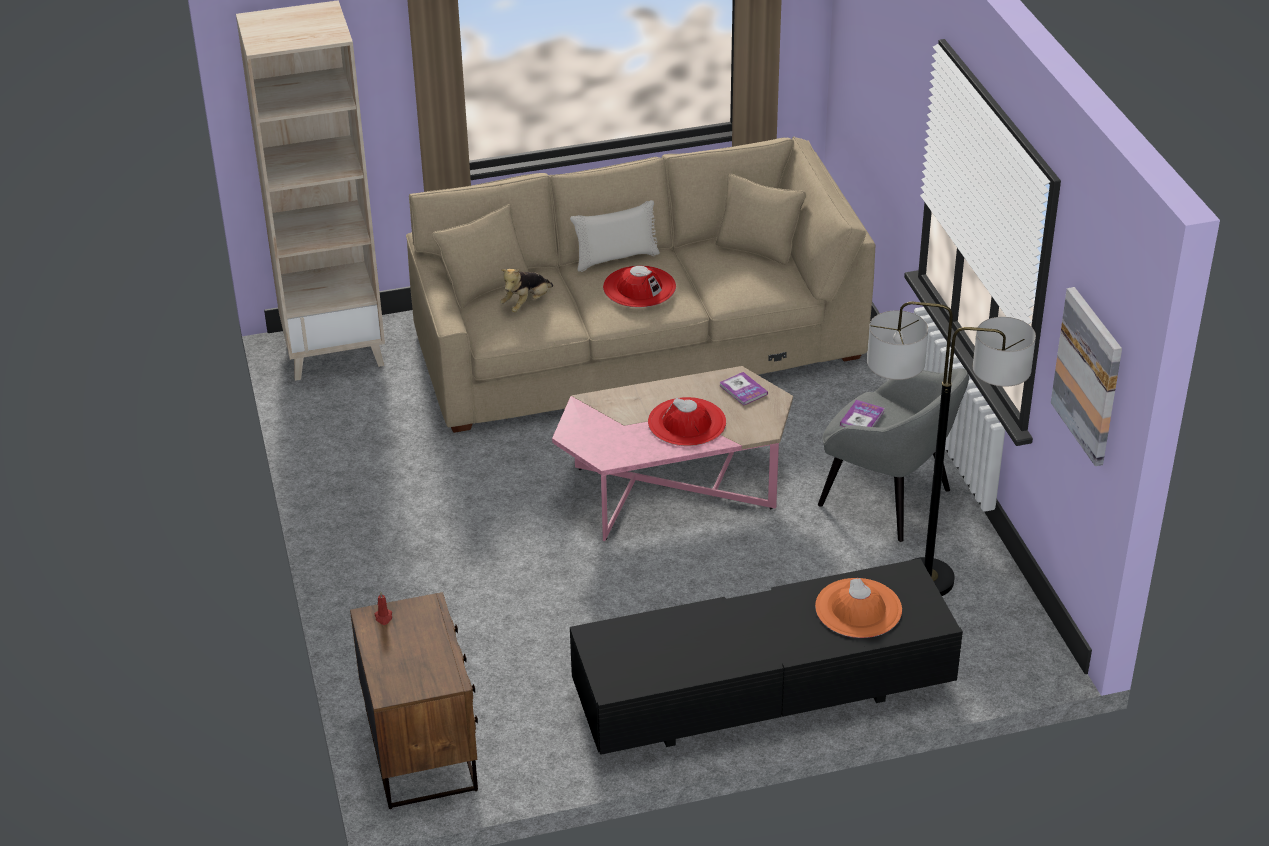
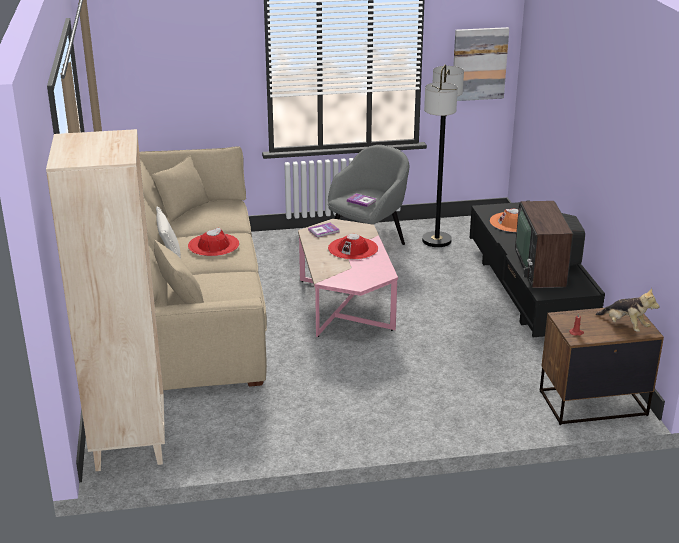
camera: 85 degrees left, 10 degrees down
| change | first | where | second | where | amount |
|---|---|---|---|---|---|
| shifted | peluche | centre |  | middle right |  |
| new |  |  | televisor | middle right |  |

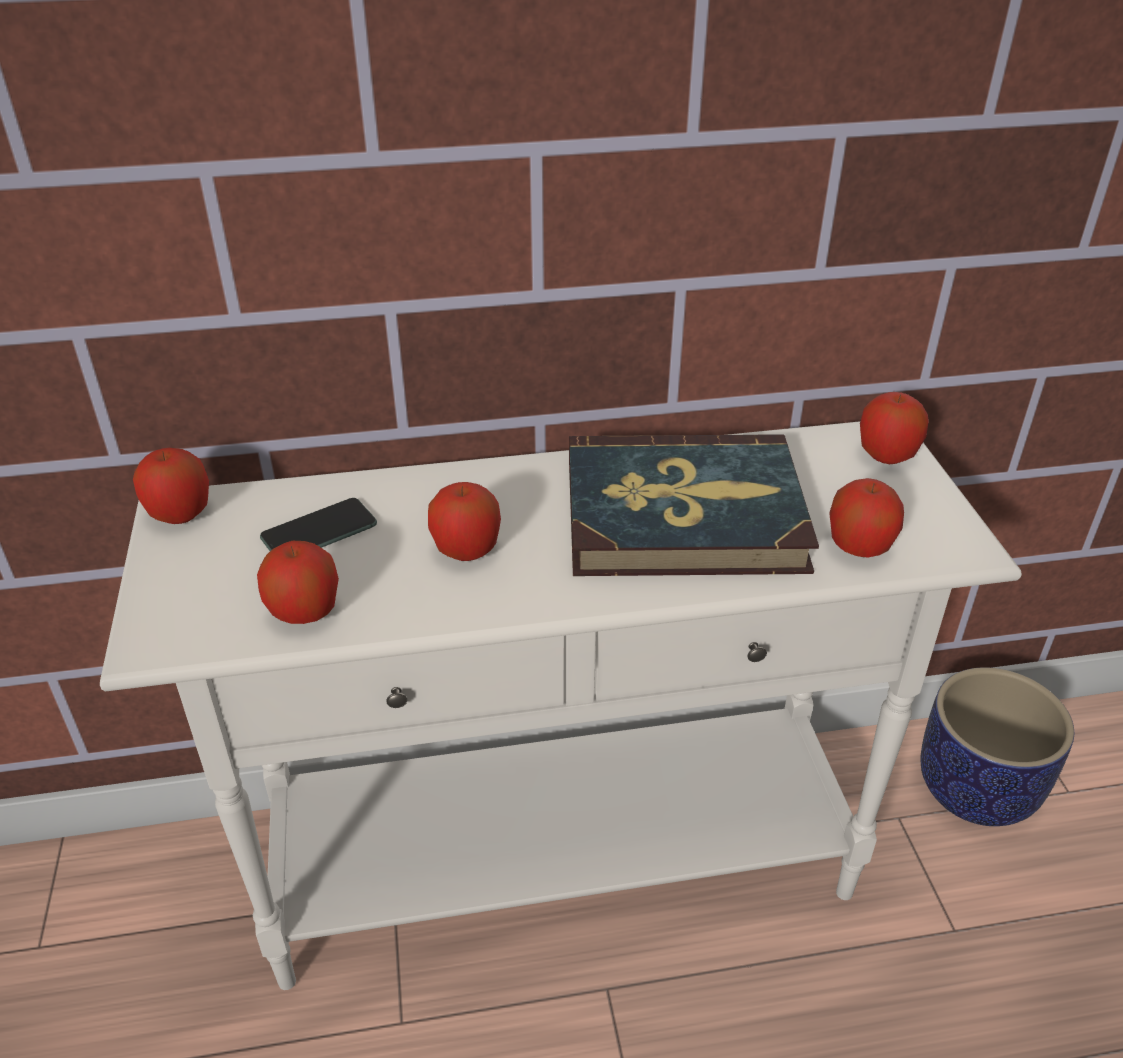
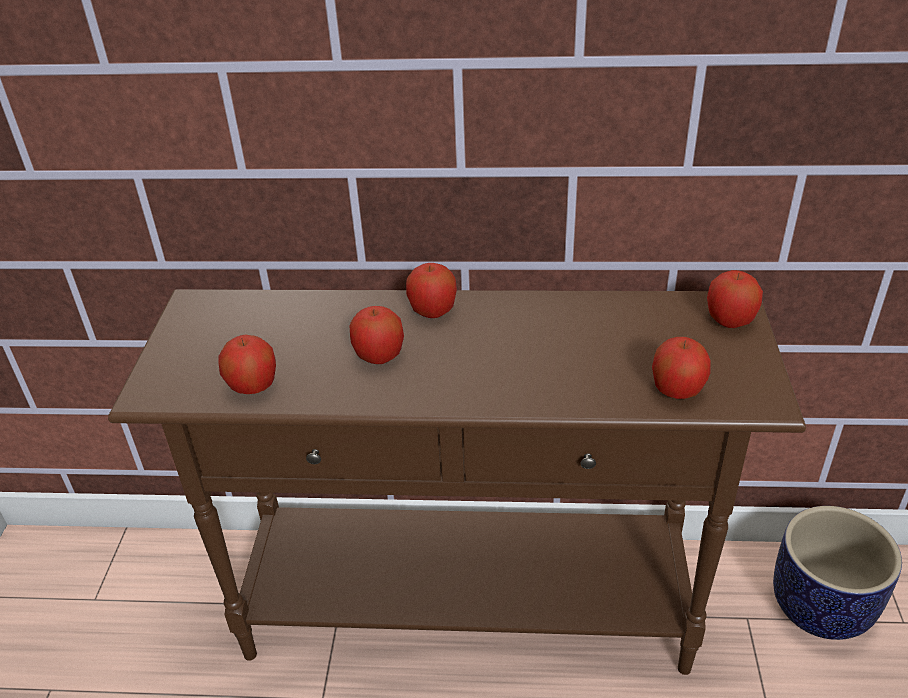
camera: 15 degrees right, 0 degrees up
| change | first | where | second | where | amount |
|---|---|---|---|---|---|
| repainted | mesa consola [blanco] | centre | mesa consola [marrón] | bottom centre |  |
| shifted | manzana (no. 1 from left in the first image) | middle left | manzana (no. 3 from left) | centre |  |
| gone | móvil | middle left |  |  |  |
| gone | libro | centre |  |  |  |

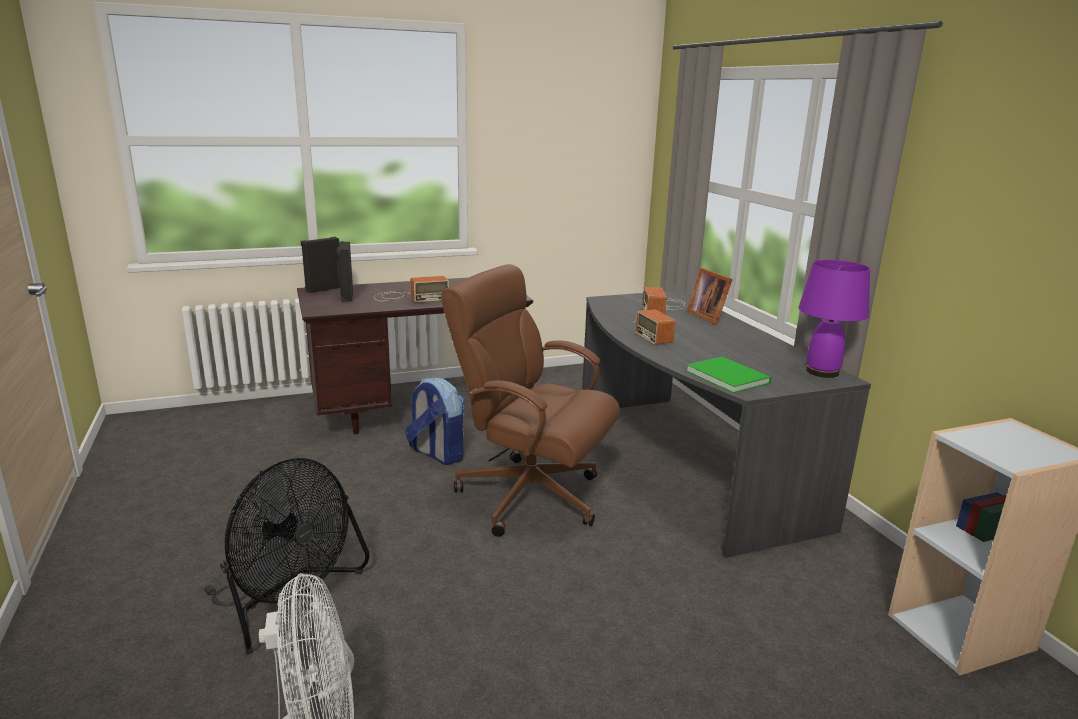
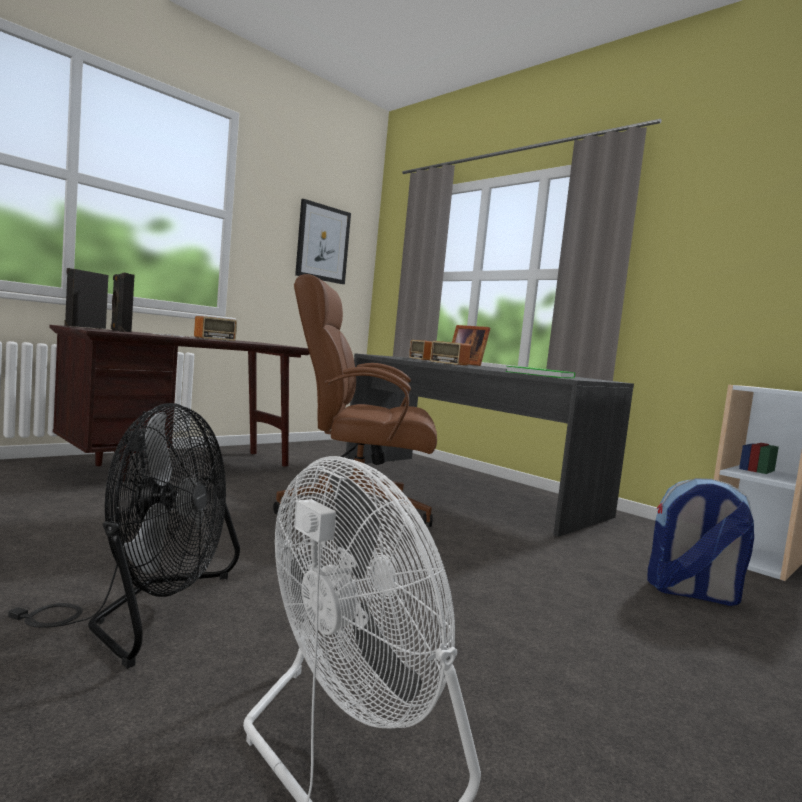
camera: 25 degrees left, 15 degrees down
| change | first | where | second | where | amount |
|---|---|---|---|---|---|
| shifted | mochila | centre |  | bottom right |  |
| gone | lámpara de mesa [morado] | middle right |  |  |  |
| new |  |  | cuadro | top centre |  |

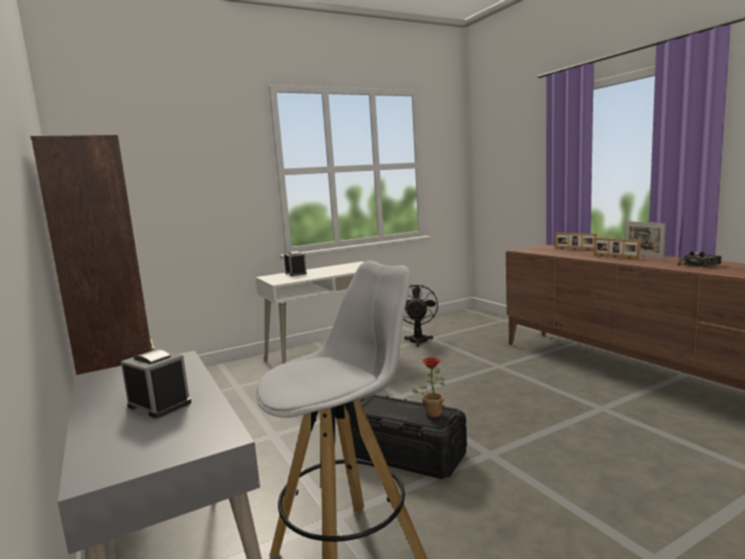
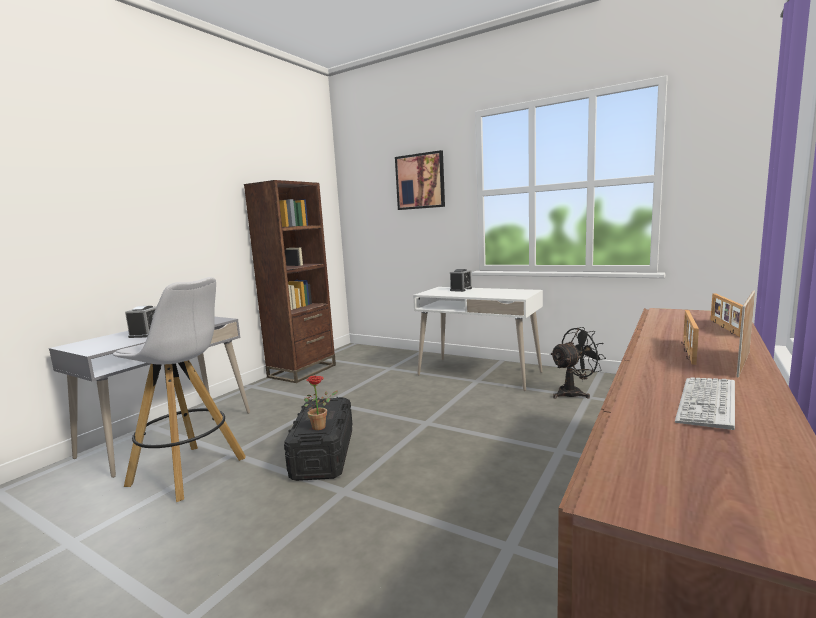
camera: 60 degrees right, 0 degrees up
| change | first | where | second | where | amount |
|---|---|---|---|---|---|
| swapped | radio | middle right | teclado | middle right |  |
| new |  |  | cuadro | top centre |  |

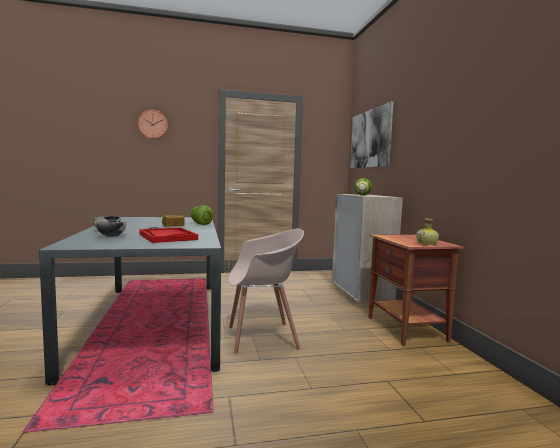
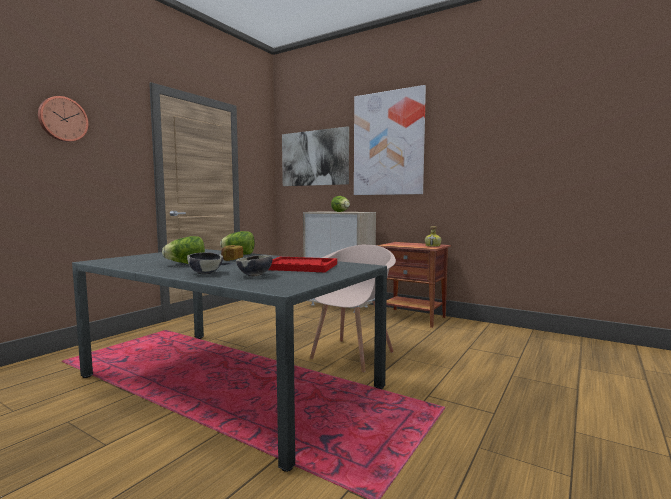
camera: 45 degrees left, 0 degrees up
| change | first | where | second | where | amount |
|---|---|---|---|---|---|
| new |  |  | lechuga (no. 1 from left) | middle left |  |
| new |  |  | cuadro (no. 2 from left) | top centre |  |

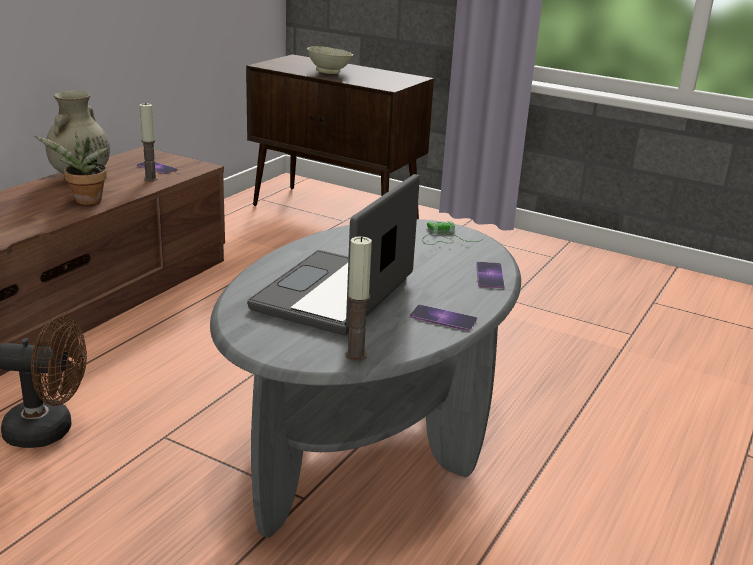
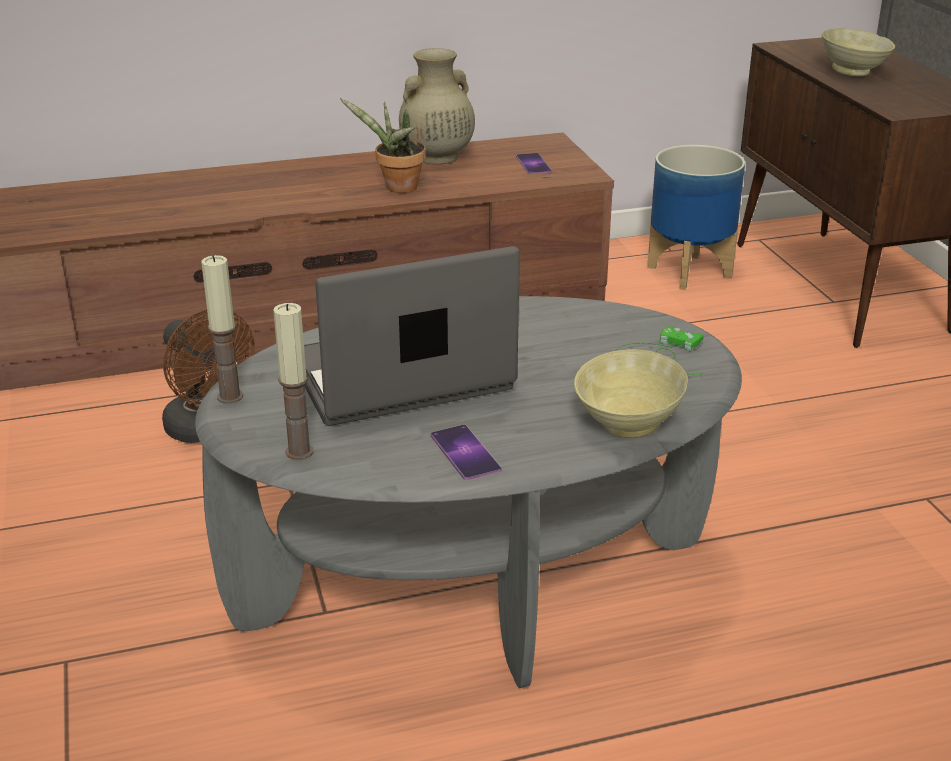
camera: 45 degrees right, 5 degrees up
| change | first | where | second | where | amount |
|---|---|---|---|---|---|
| shifted | vela (no. 1 from left) | top left |  | middle left |  |
| swapped | móvil (no. 3 from left) | centre | cuenco [beis] (no. 1 from left) | centre |  |
| new |  |  | maceta | top right |  |

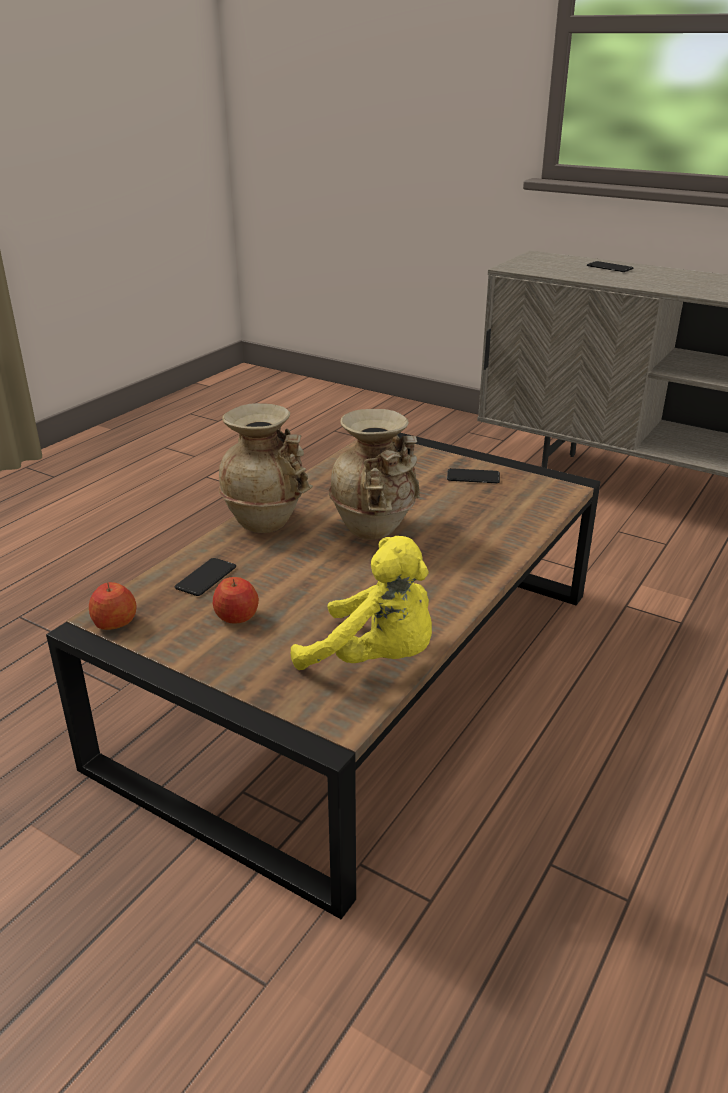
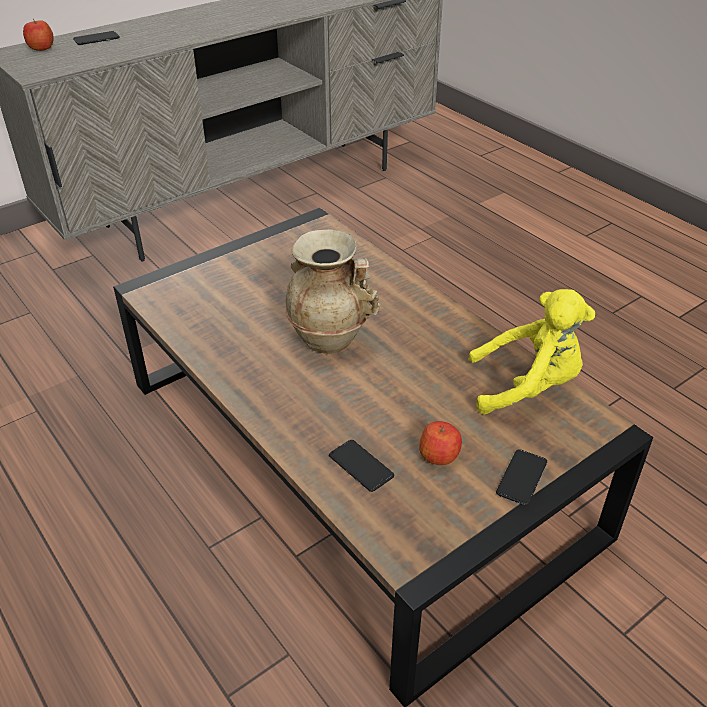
camera: 70 degrees left, 10 degrees up
| change | first | where | second | where | amount |
|---|---|---|---|---|---|
| shifted | manzana (no. 1 from left) | middle left |  | top left |  |
| gone | florero [beis] (no. 1 from left) | centre |  |  |  |
| rotated | peluche [amarillo] | centre |  | middle right | 45 degrees clockwise |
| shifted | móvil (no. 2 from left in the first image) | centre | móvil (no. 3 from left) | bottom right |  |

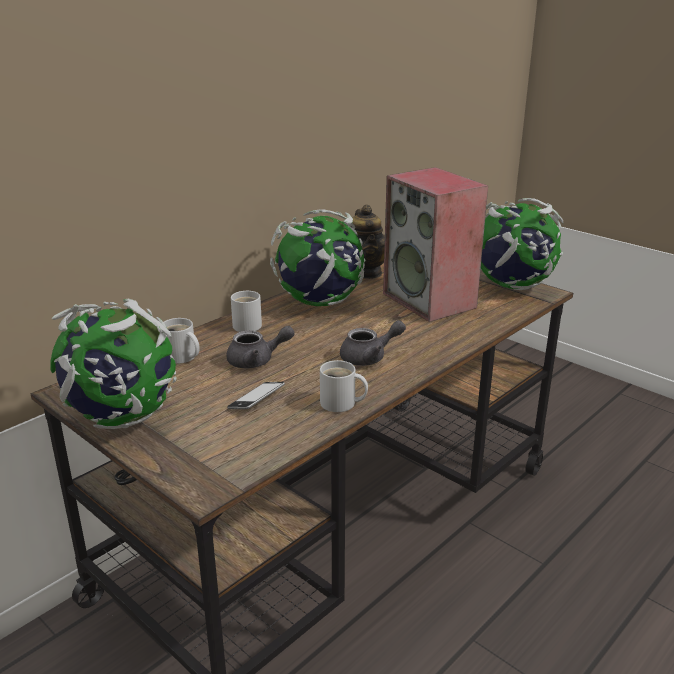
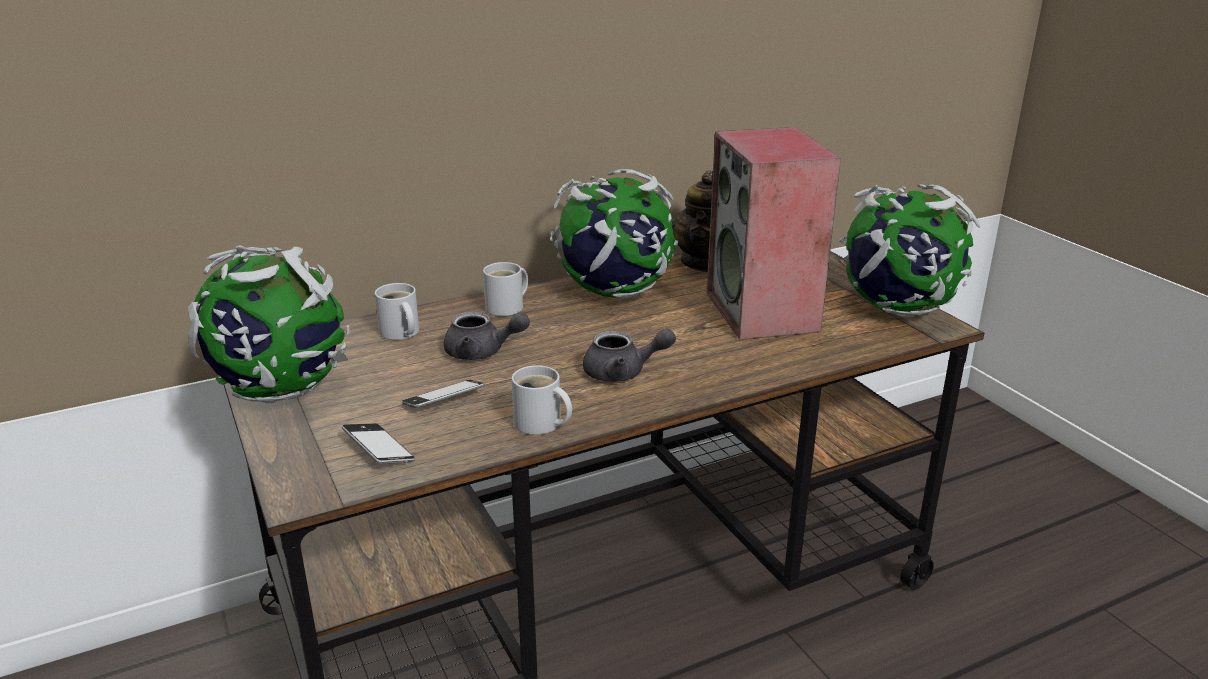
camera: 20 degrees right, 0 degrees up
| change | first | where | second | where | amount |
|---|---|---|---|---|---|
| new |  |  | móvil (no. 1 from left) | middle left |  |

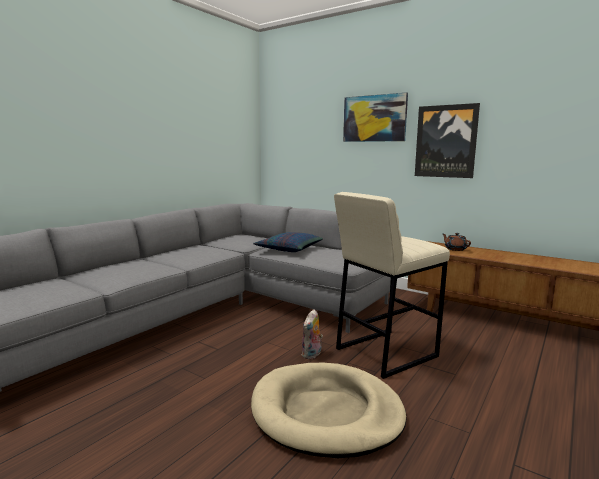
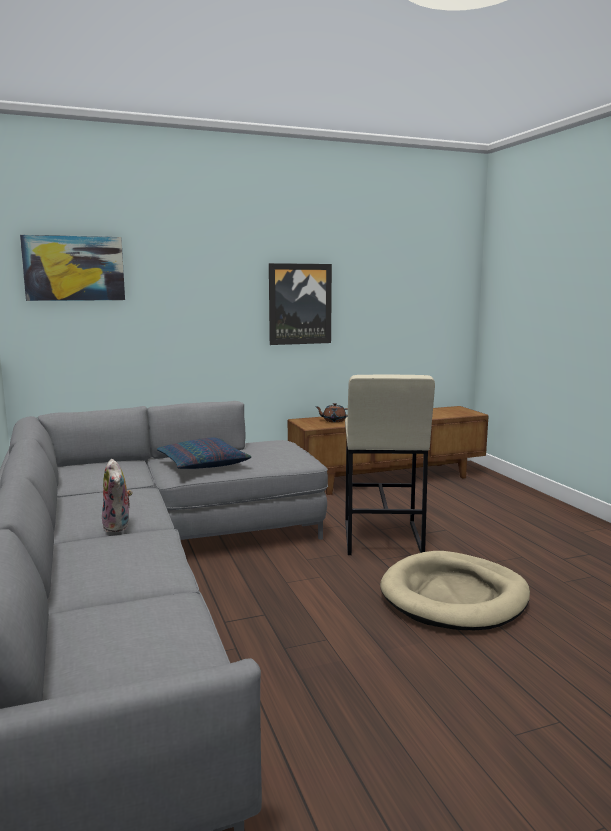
camera: 55 degrees left, 0 degrees up
| change | first | where | second | where | amount |
|---|---|---|---|---|---|
| shifted | peluche | bottom centre |  | middle left |  |
| shifted | cuadro (no. 1 from left) | top centre |  | top left |  |

